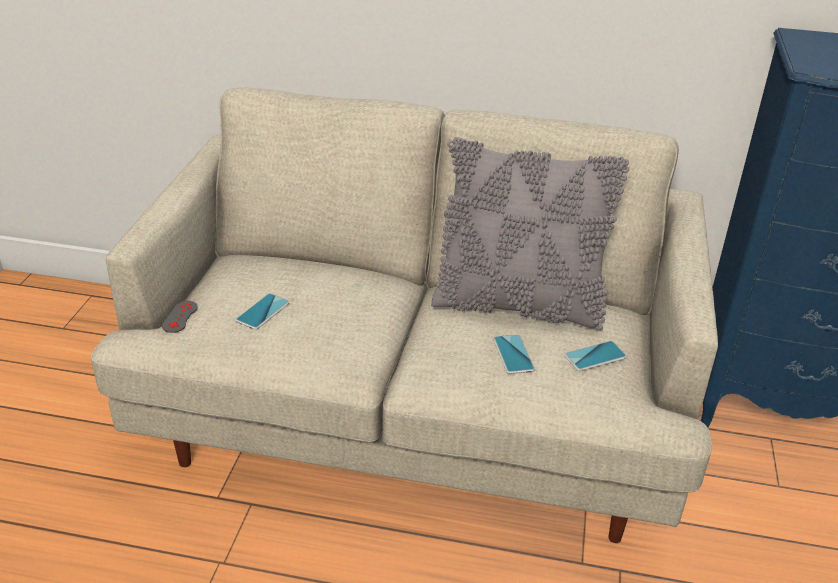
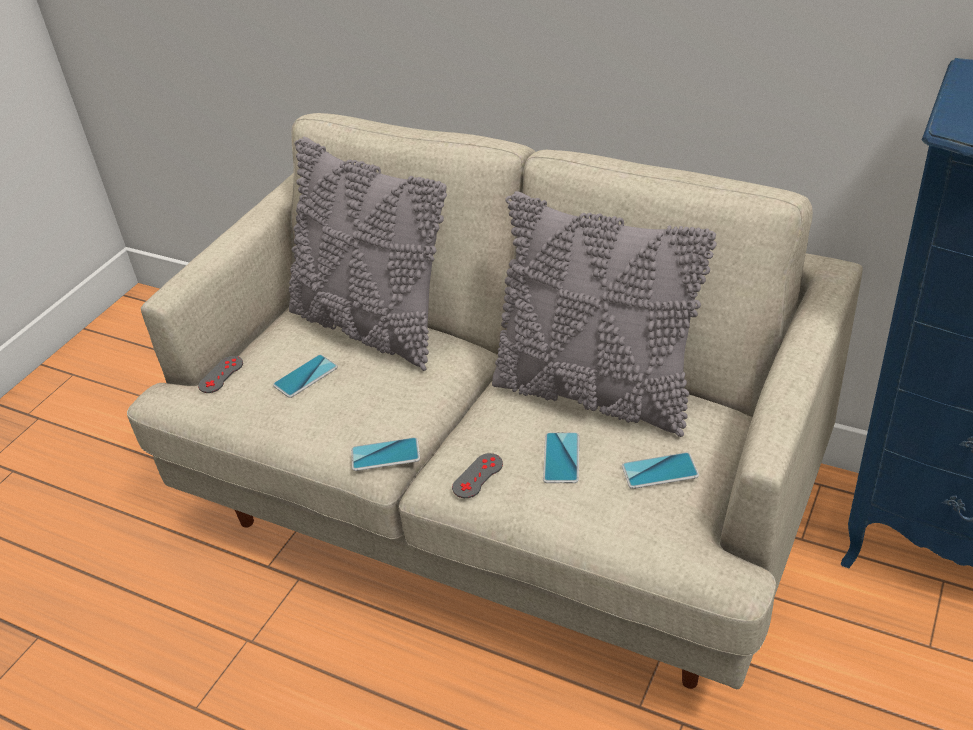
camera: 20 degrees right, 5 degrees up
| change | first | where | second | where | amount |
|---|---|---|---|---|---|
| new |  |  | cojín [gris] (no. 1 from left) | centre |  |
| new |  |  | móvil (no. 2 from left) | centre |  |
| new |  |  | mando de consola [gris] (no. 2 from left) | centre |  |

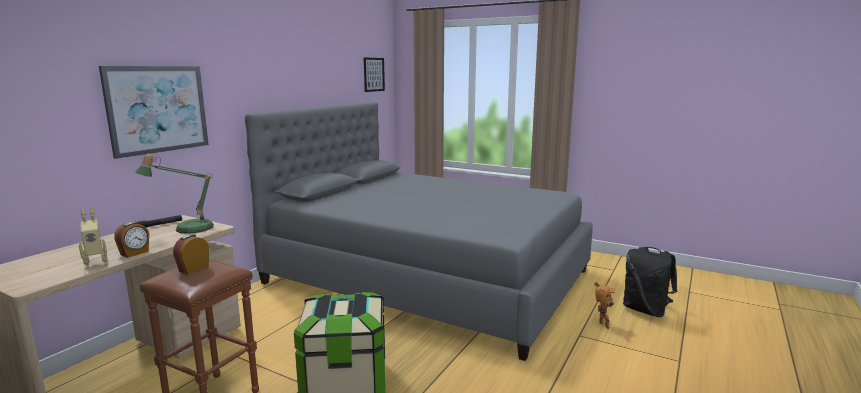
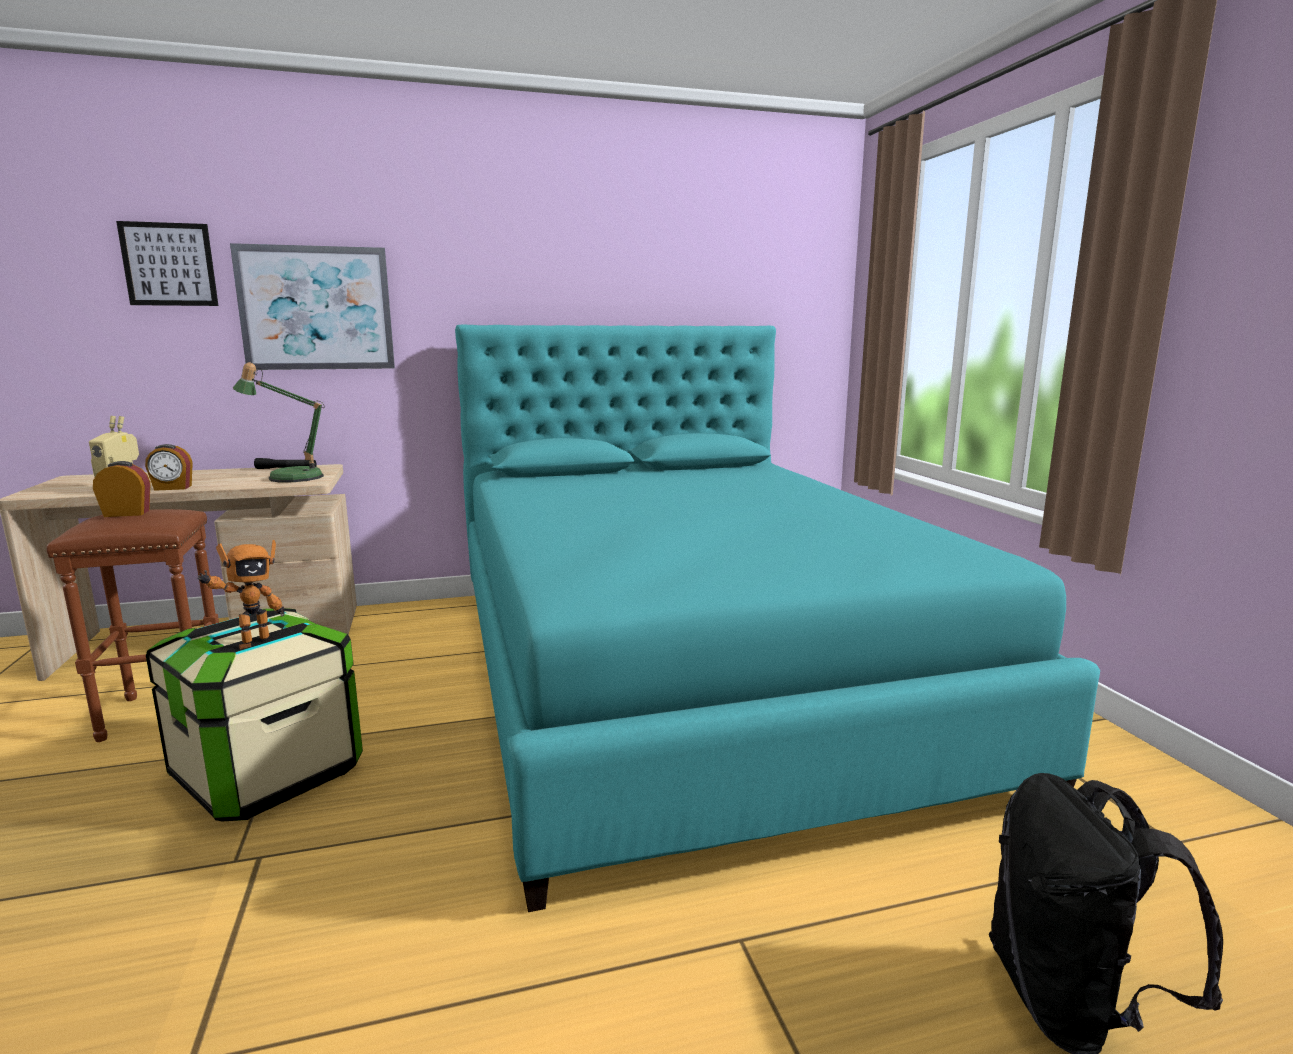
camera: 45 degrees right, 0 degrees up
| change | first | where | second | where | amount |
|---|---|---|---|---|---|
| repainted | cama [gris] | centre | cama [turquesa] | centre |  |
| shifted | cuadro (no. 2 from left in the first image) | top centre | cuadro (no. 1 from left) | top left |  |
| shifted | robot de juguete (no. 2 from left) | bottom right |  | middle left |  |

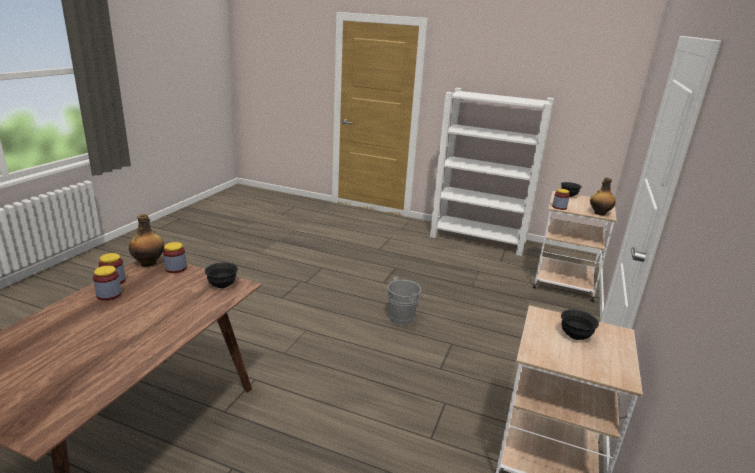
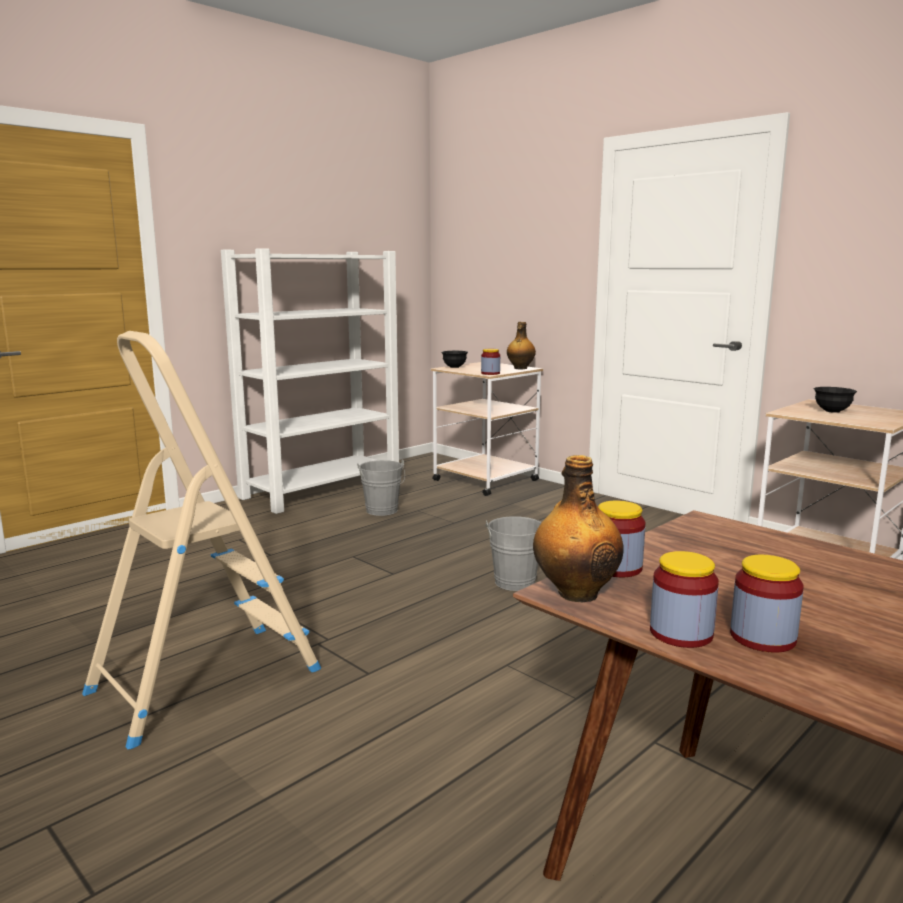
camera: 65 degrees left, 10 degrees down
| change | first | where | second | where | amount |
|---|---|---|---|---|---|
| gone | cuenco [negro] (no. 1 from left) | middle left |  |  |  |
| new |  |  | escalera de tijera [beis] | middle left |  |
| new |  |  | cubo [gris] (no. 1 from left) | centre |  |

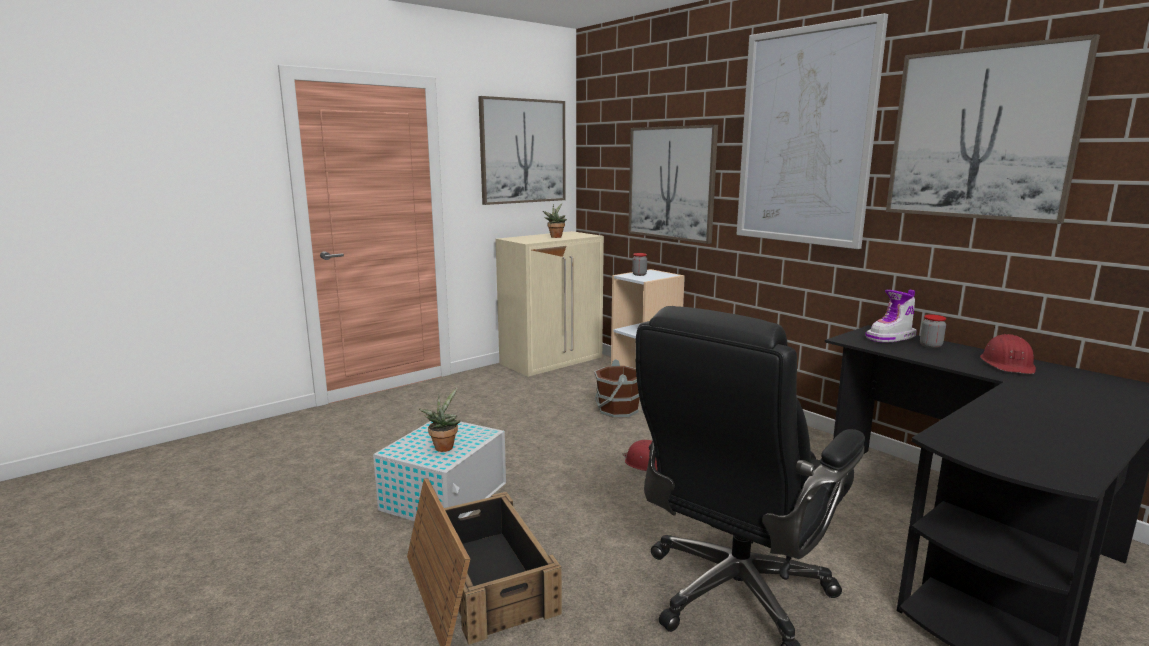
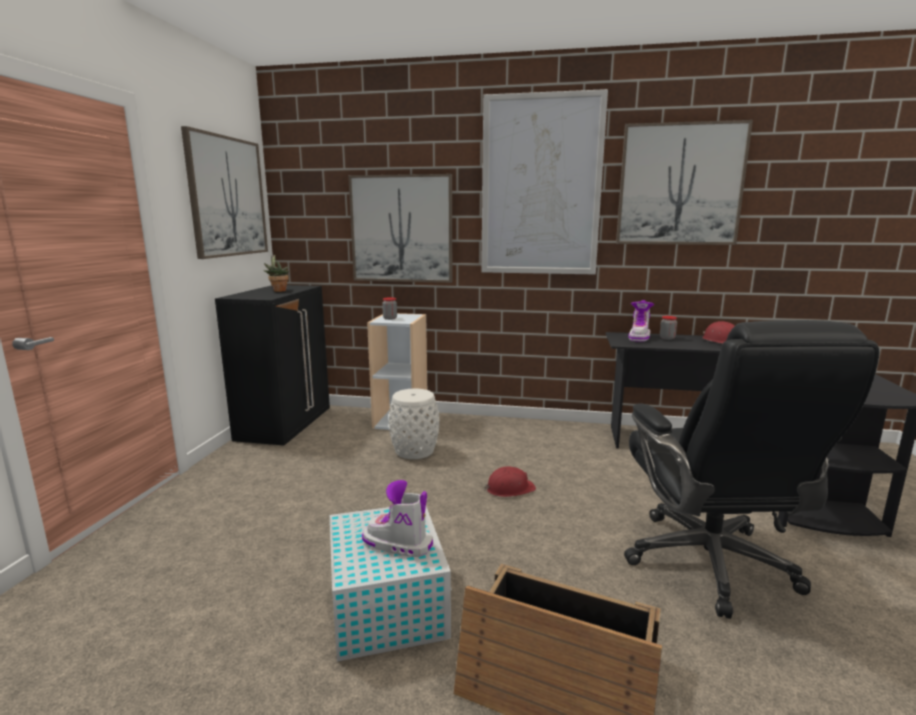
camera: 40 degrees left, 0 degrees up
| change | first | where | second | where | amount |
|---|---|---|---|---|---|
| swapped | planta en maceta (no. 1 from left) | centre | bota (no. 1 from left) | bottom centre |  |
| repainted | armario [beis] | centre | armario [negro] | middle left |  |
| swapped | cubo [marrón] | centre | taburete [blanco] | centre |  |

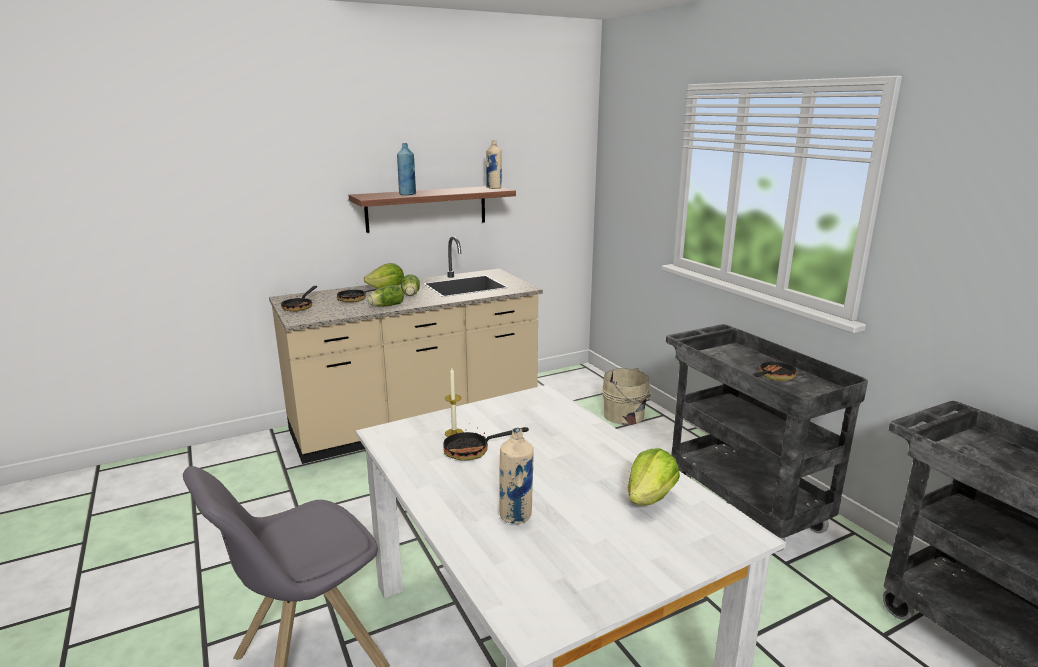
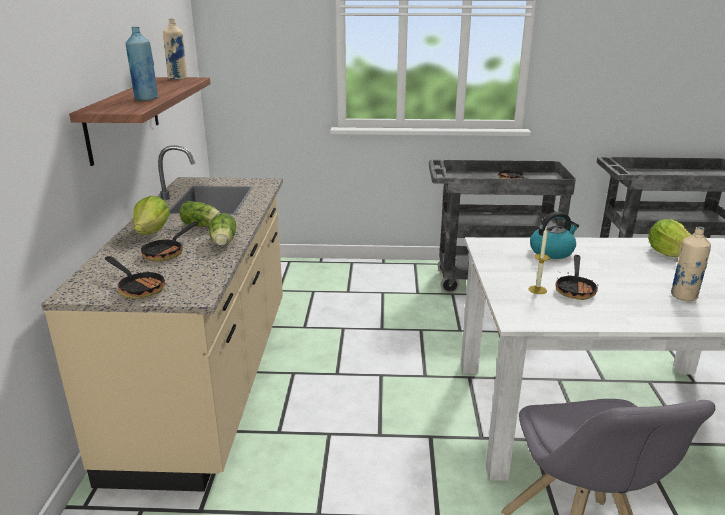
camera: 60 degrees left, 5 degrees up
| change | first | where | second | where | amount |
|---|---|---|---|---|---|
| gone | cubo [beis] | centre |  |  |  |
| new |  |  | hervidor | middle right |  |

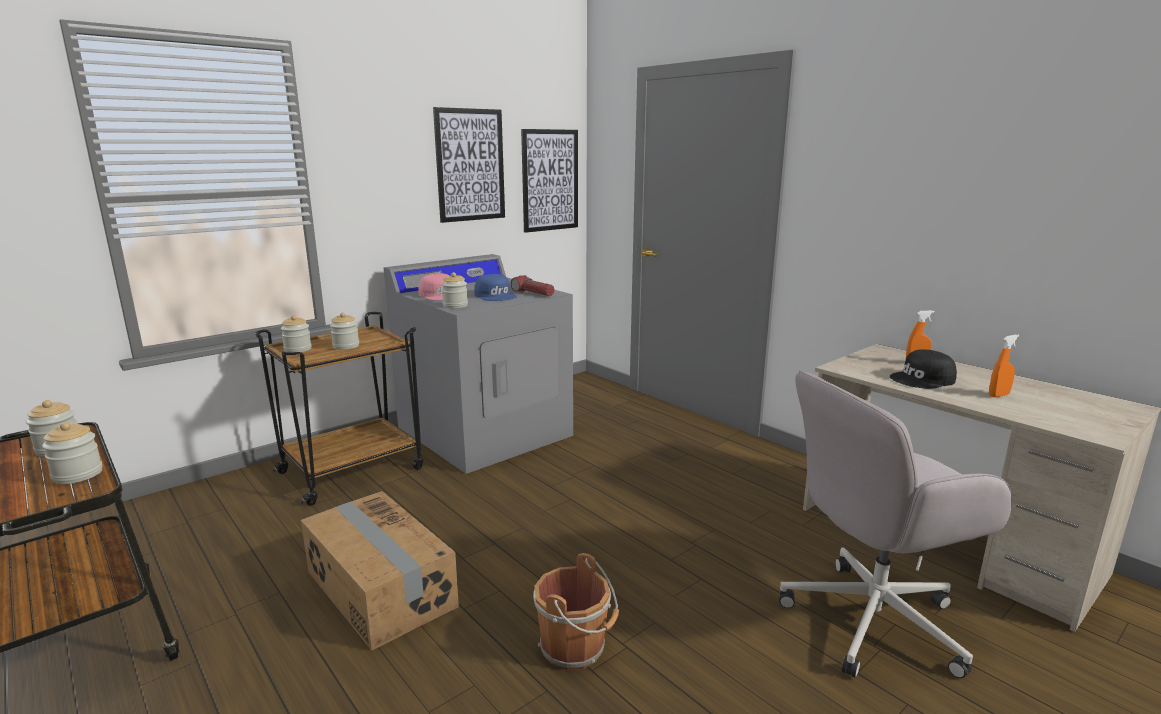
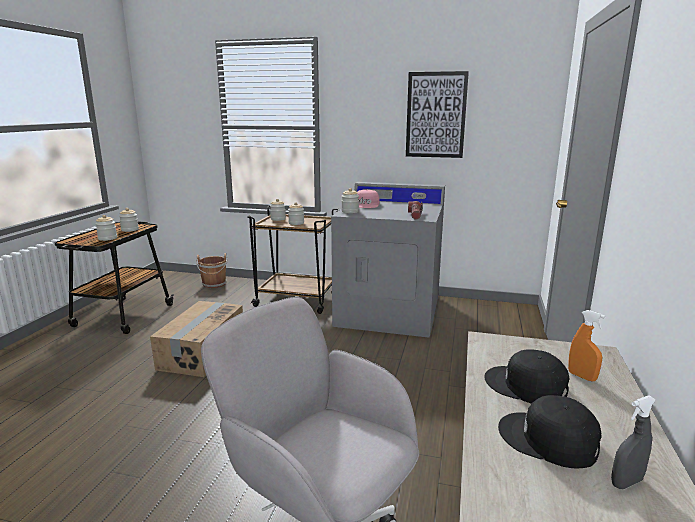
camera: 55 degrees right, 0 degrees up
| change | first | where | second | where | amount |
|---|---|---|---|---|---|
| gone | gorra [azul] | centre |  |  |  |
| gone | cuadro (no. 2 from left) | top centre |  |  |  |
| shifted | cubo [marrón] | bottom centre |  | middle left |  |
| swapped | pulverizador [naranja] (no. 2 from left) | middle right | gorra [negro] (no. 2 from left) | bottom right |  |
| new |  |  | pulverizador [gris] | bottom right |  |

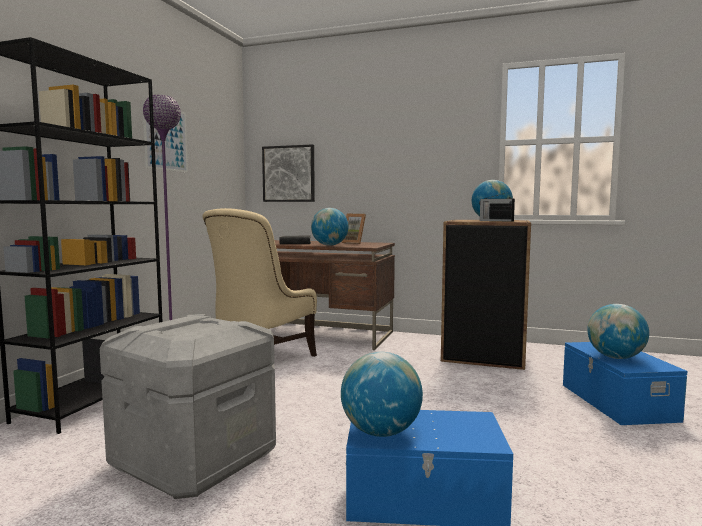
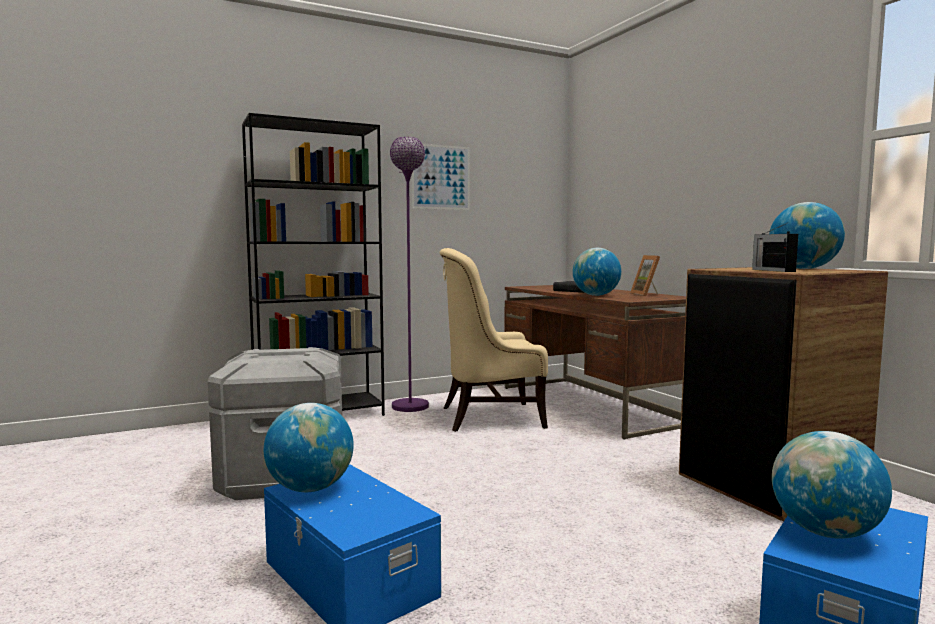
camera: 45 degrees right, 0 degrees up
| change | first | where | second | where | amount |
|---|---|---|---|---|---|
| gone | cuadro (no. 2 from left) | top centre |  |  |  |

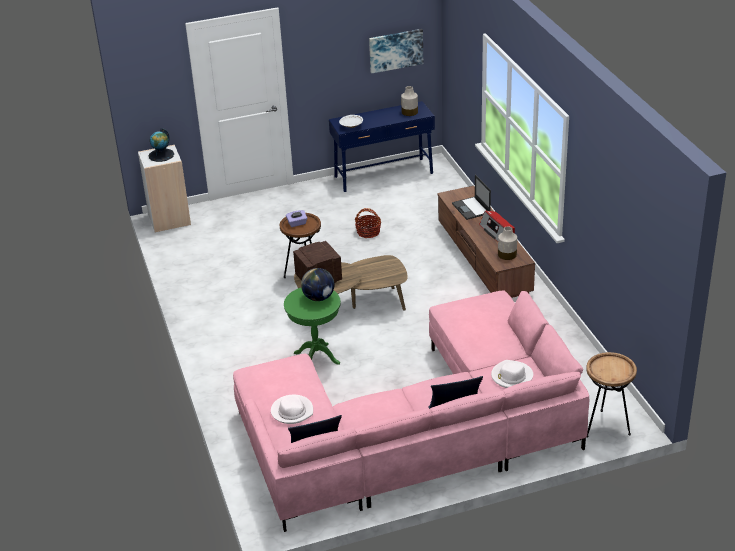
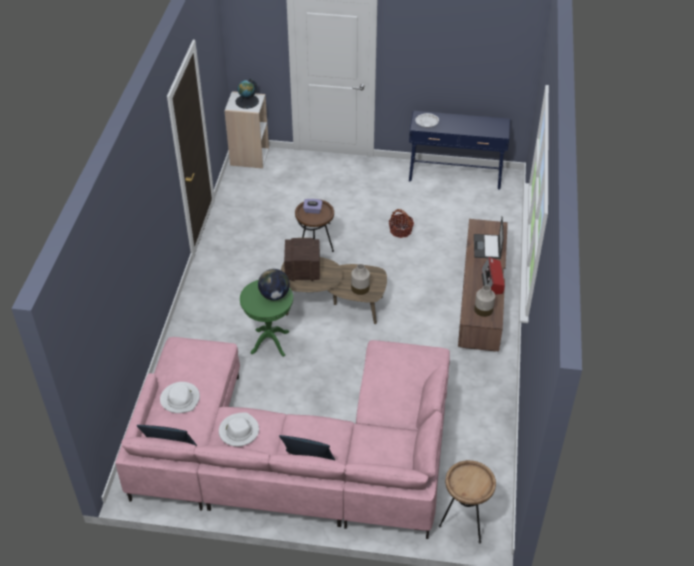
camera: 25 degrees right, 10 degrees up
| change | first | where | second | where | amount |
|---|---|---|---|---|---|
| gone | cuadro | top centre |  |  |  |
| shifted | florero [beis] (no. 1 from left) | top centre |  | centre |  |
| shifted | sombrero [blanco] (no. 2 from left) | bottom right |  | bottom centre |  |

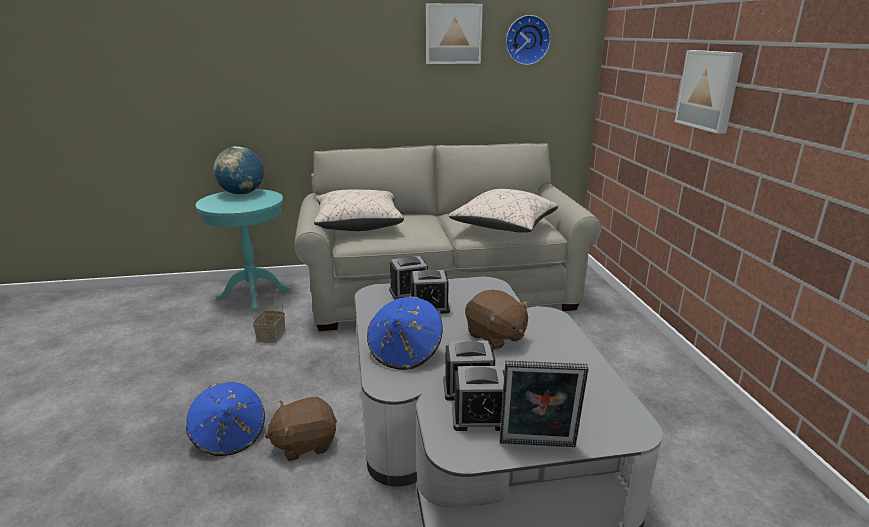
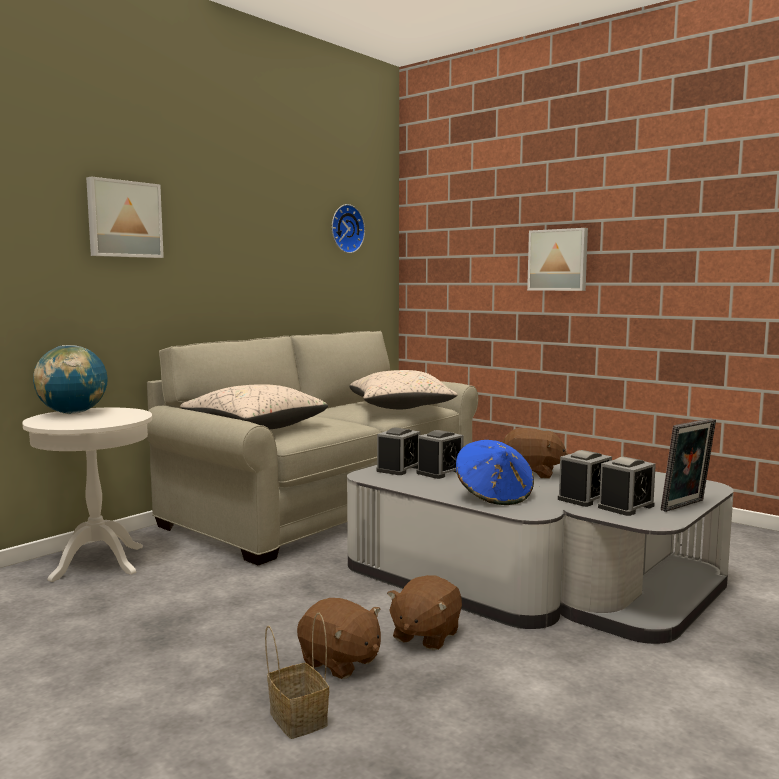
camera: 40 degrees left, 15 degrees down
| change | first | where | second | where | amount |
|---|---|---|---|---|---|
| swapped | sombrero [azul] (no. 1 from left) | bottom left | peluche [marrón] (no. 1 from left) | bottom centre |  |
| repainted | mesa auxiliar [turquesa] | middle left | mesa auxiliar [blanco] | middle left |  |
| shifted | cesta | middle left |  | bottom centre |  |
| shifted | cuadro (no. 1 from left) | top centre |  | top left |  |

